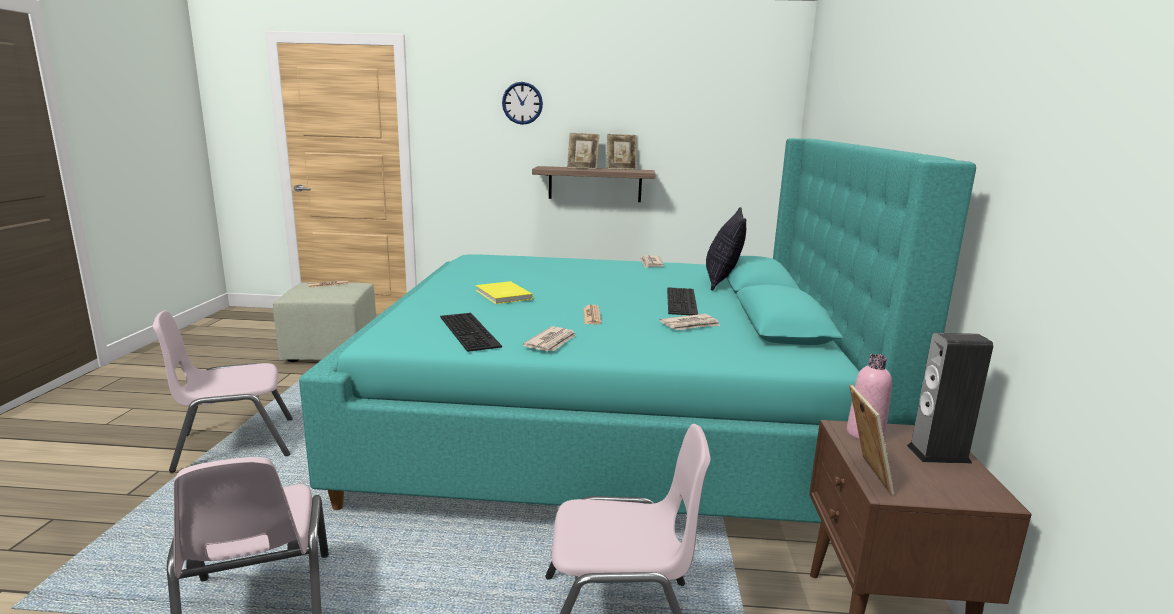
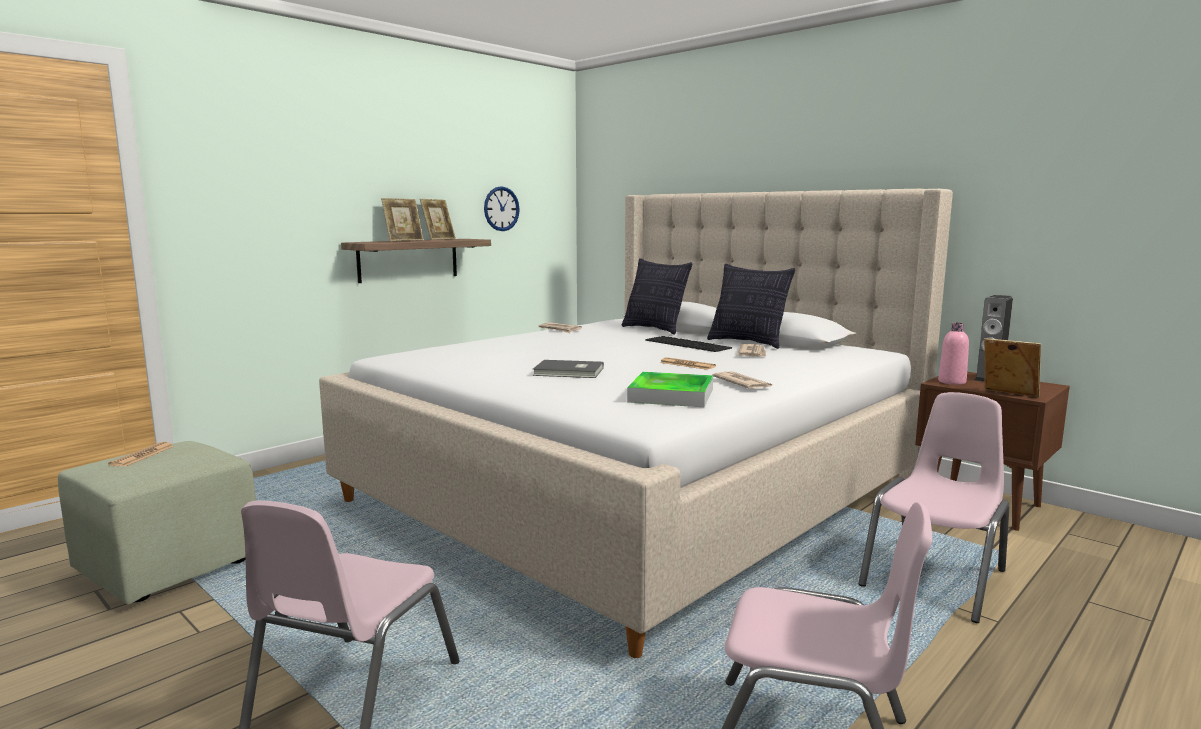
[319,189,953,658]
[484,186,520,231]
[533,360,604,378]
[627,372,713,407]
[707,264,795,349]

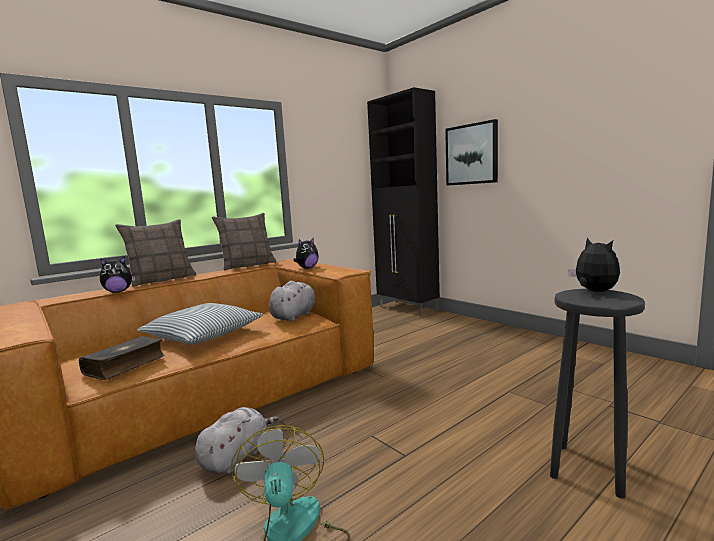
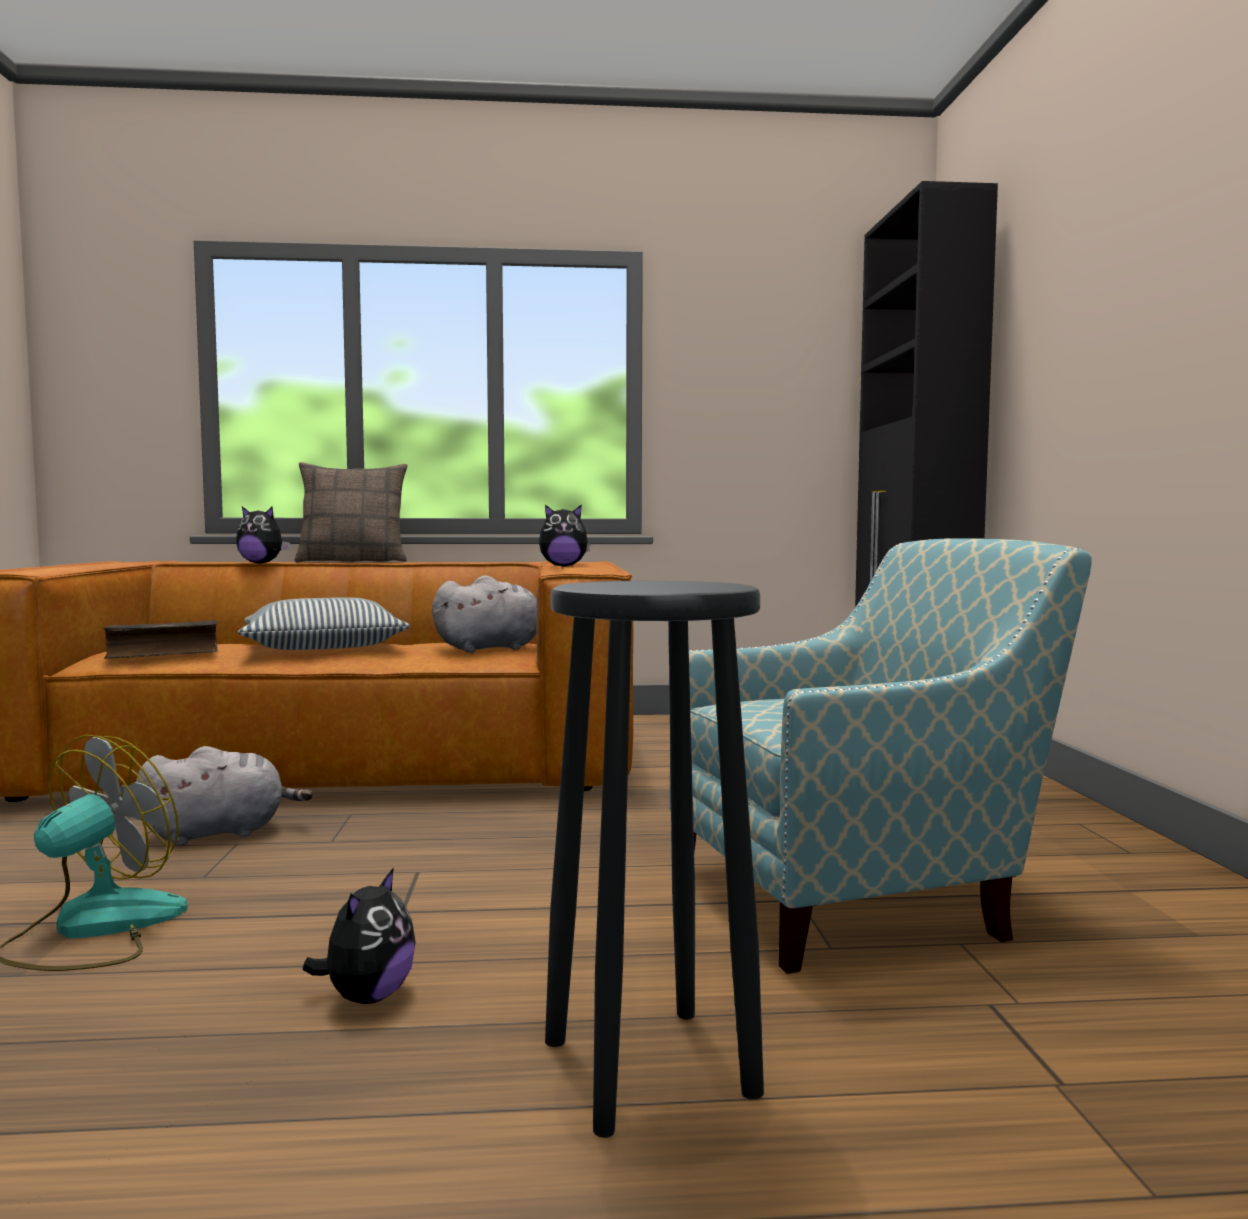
[302,867,416,1004]
[669,538,1092,974]
[212,213,276,271] (first image)
[445,119,498,186] (first image)

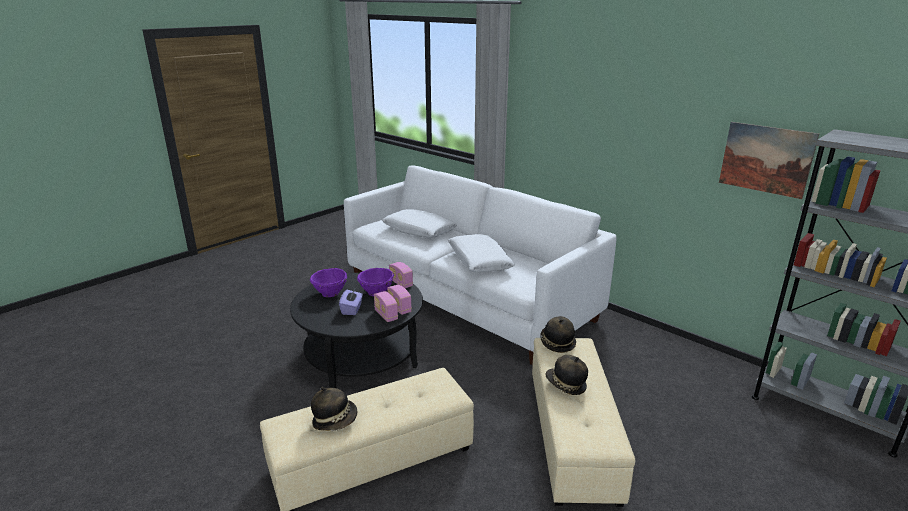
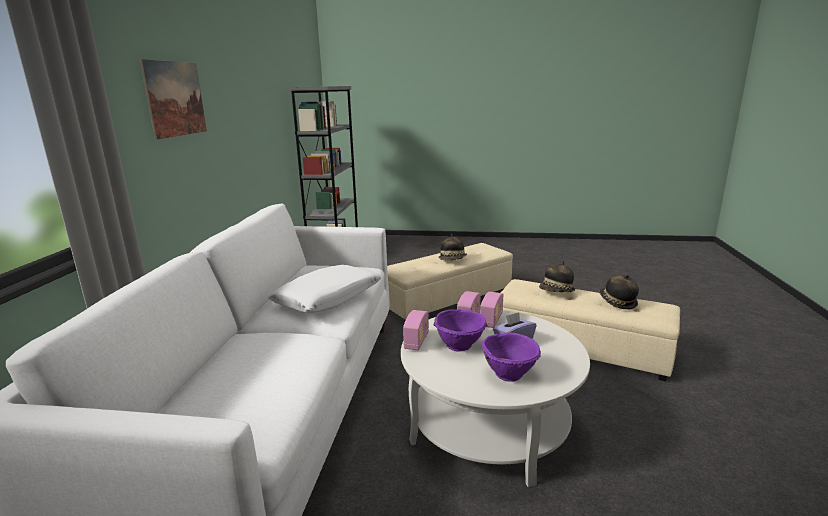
[140,59,207,140]
[401,310,590,487]
[539,261,575,292]
[382,209,457,238] (first image)

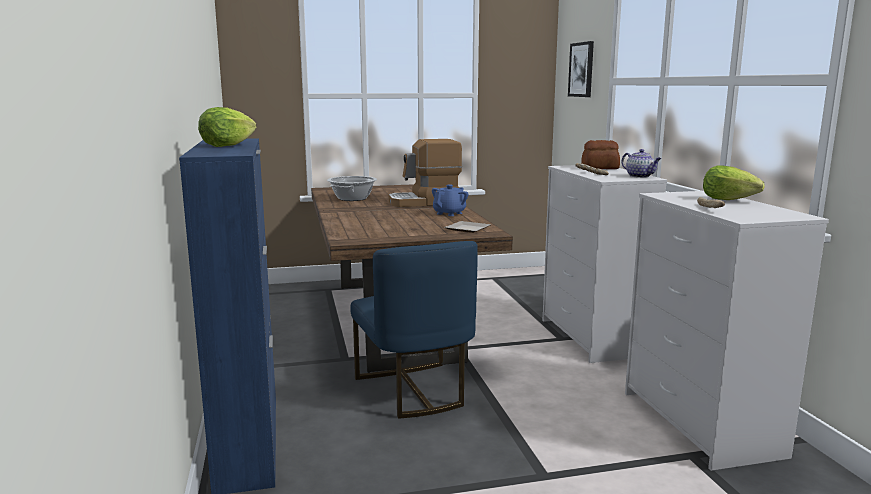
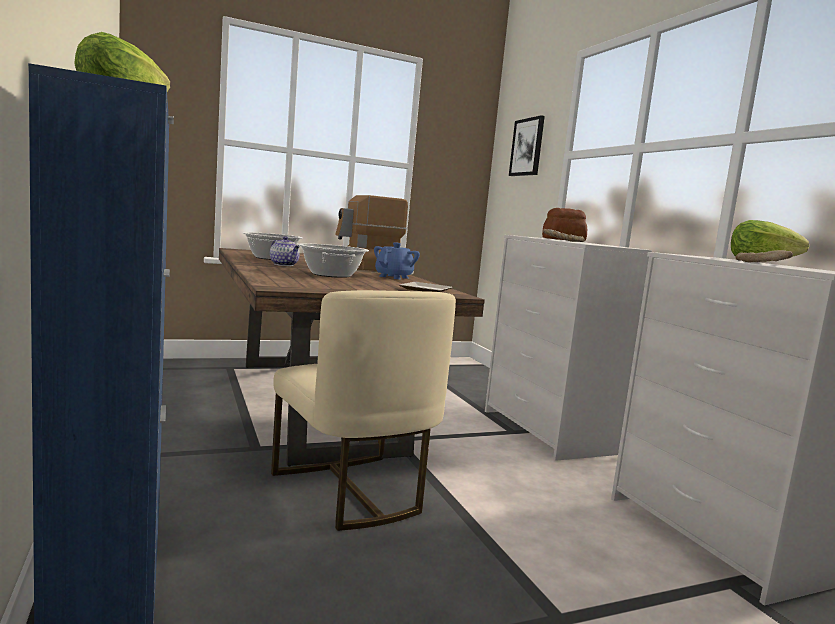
[270,236,300,266]
[271,290,456,531]
[298,243,369,278]

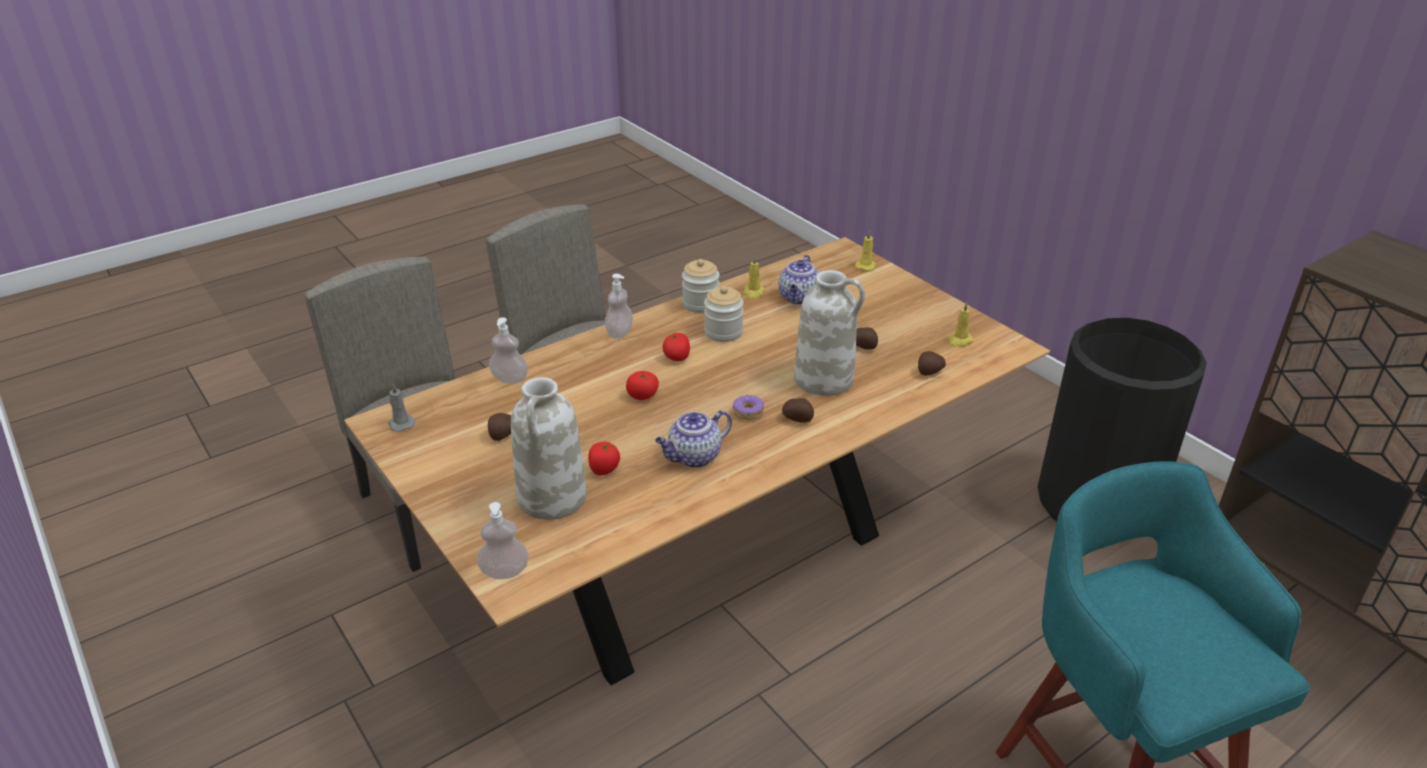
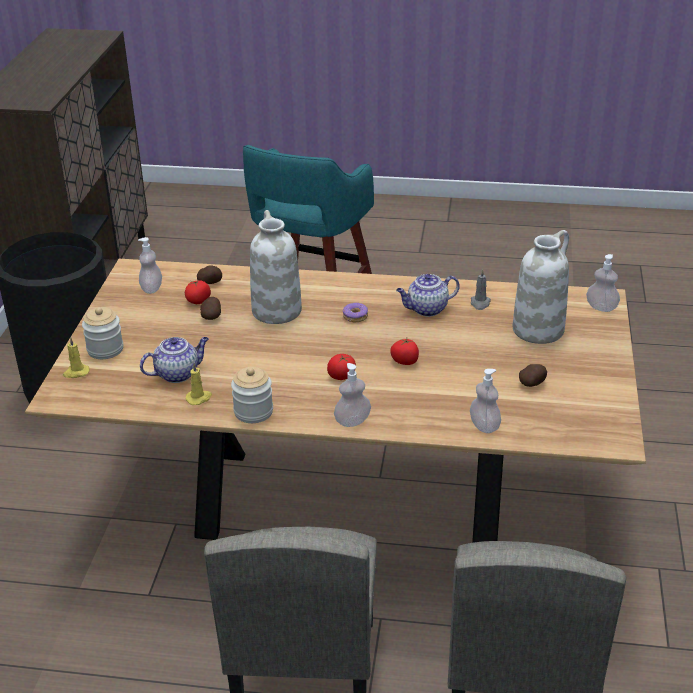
[82,307,123,359]
[138,237,162,294]
[185,280,211,304]
[396,274,460,317]
[471,269,491,310]
[782,398,814,423] (first image)

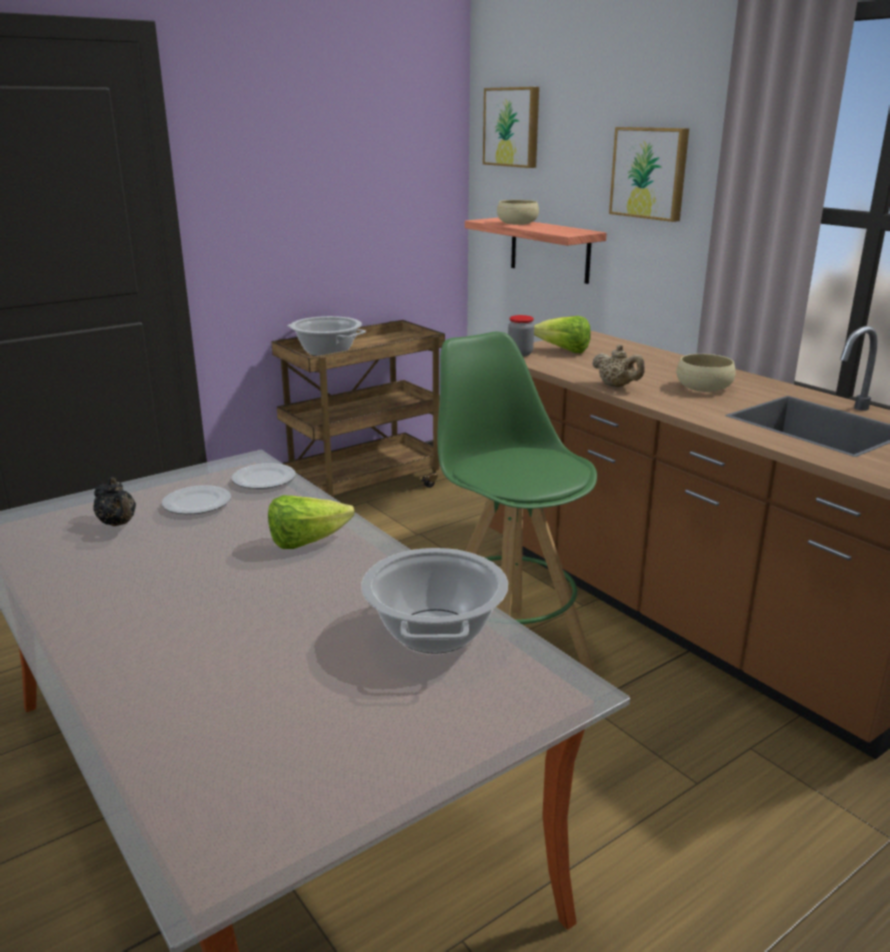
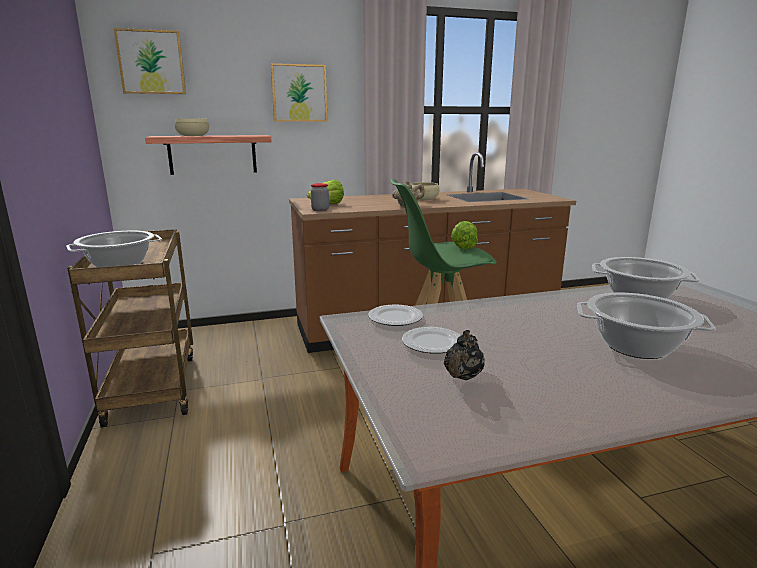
[444,330,485,380]
[451,221,478,249]
[577,293,716,359]

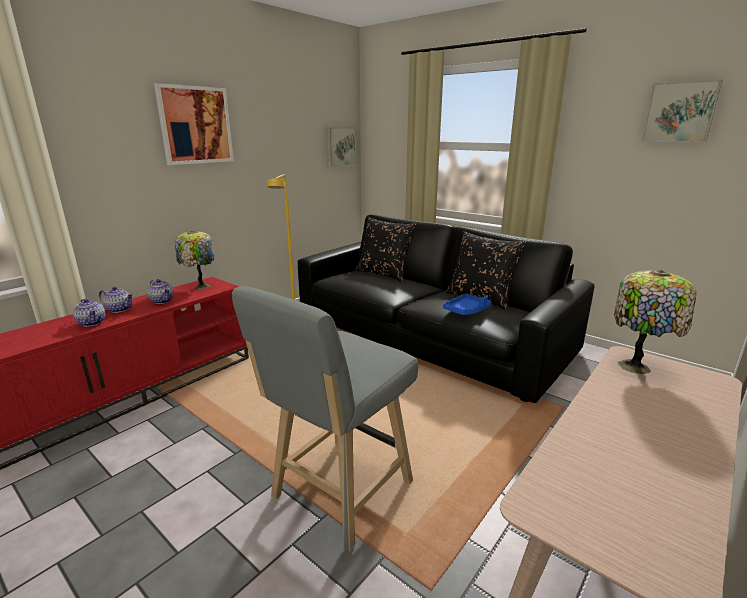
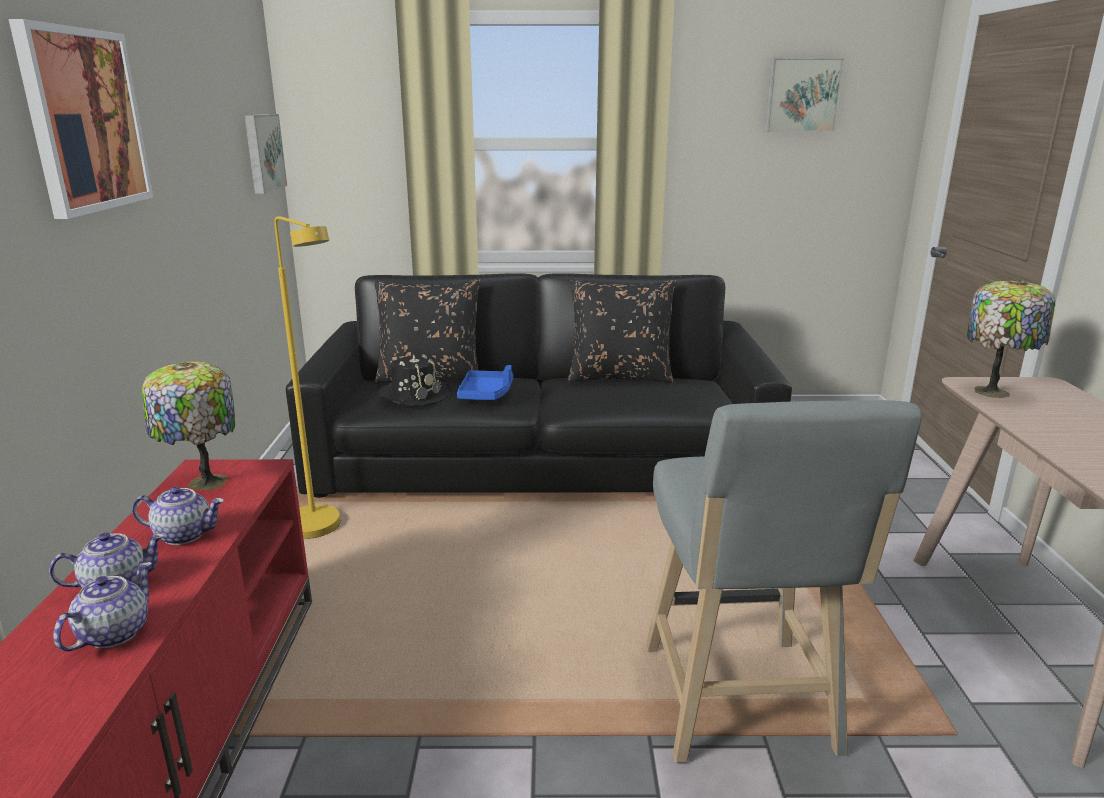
[53,562,152,651]
[378,354,451,407]
[457,365,513,400]

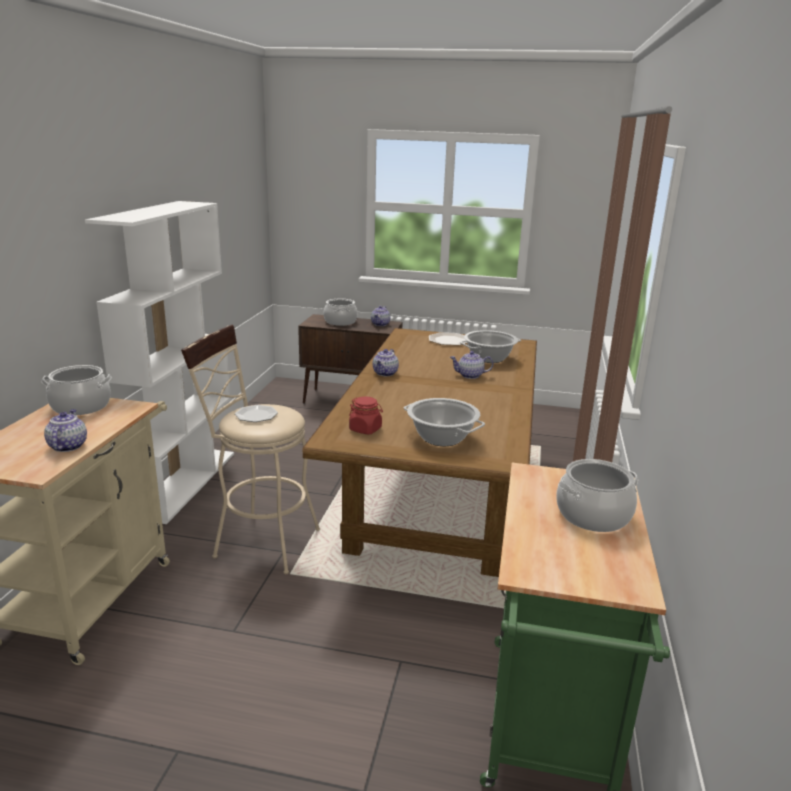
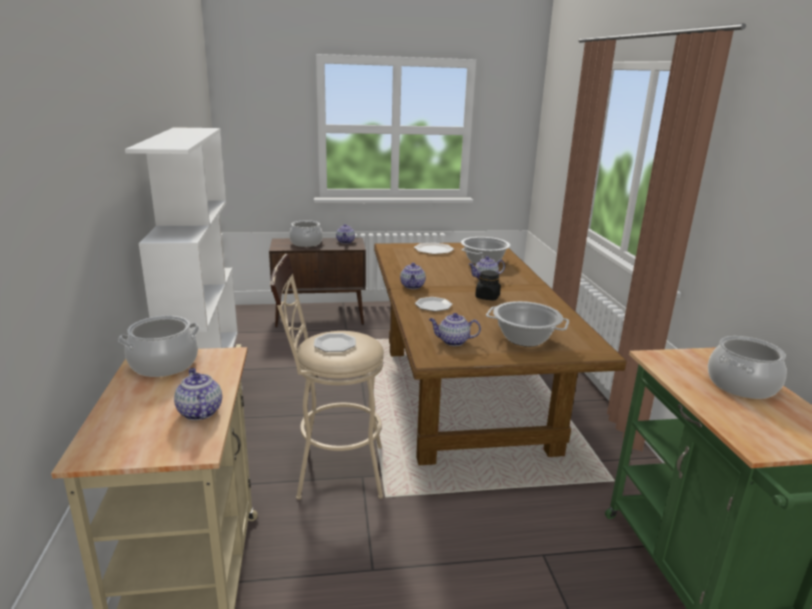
[415,297,452,311]
[429,313,481,346]
[475,270,501,300]

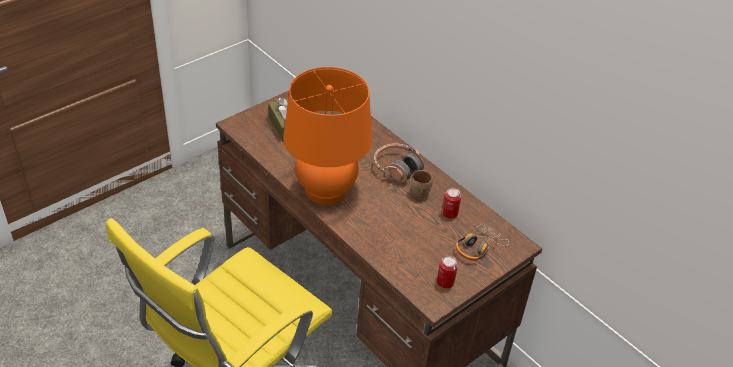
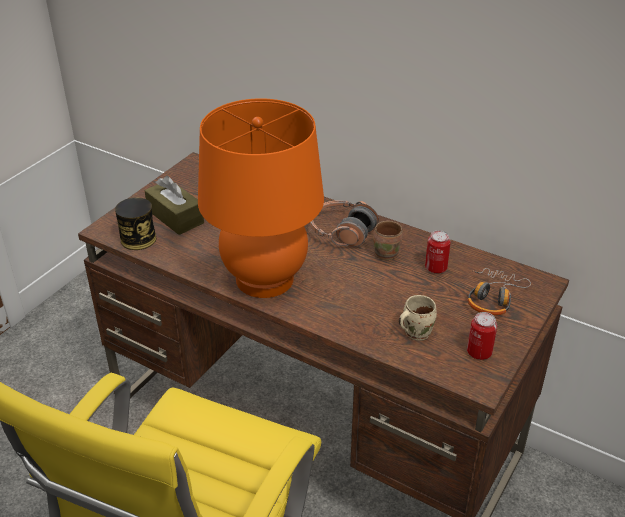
[115,197,156,250]
[399,295,437,341]

